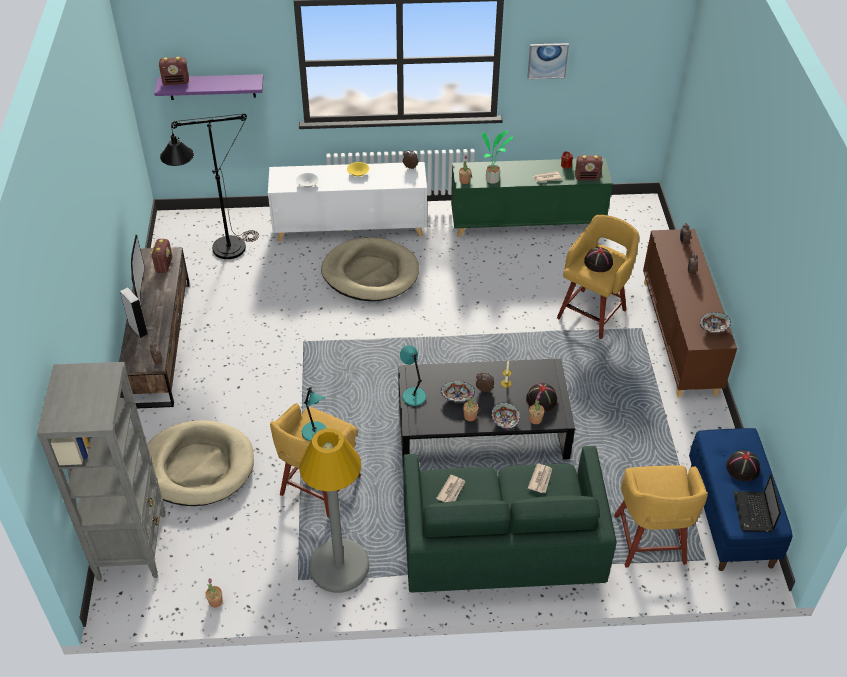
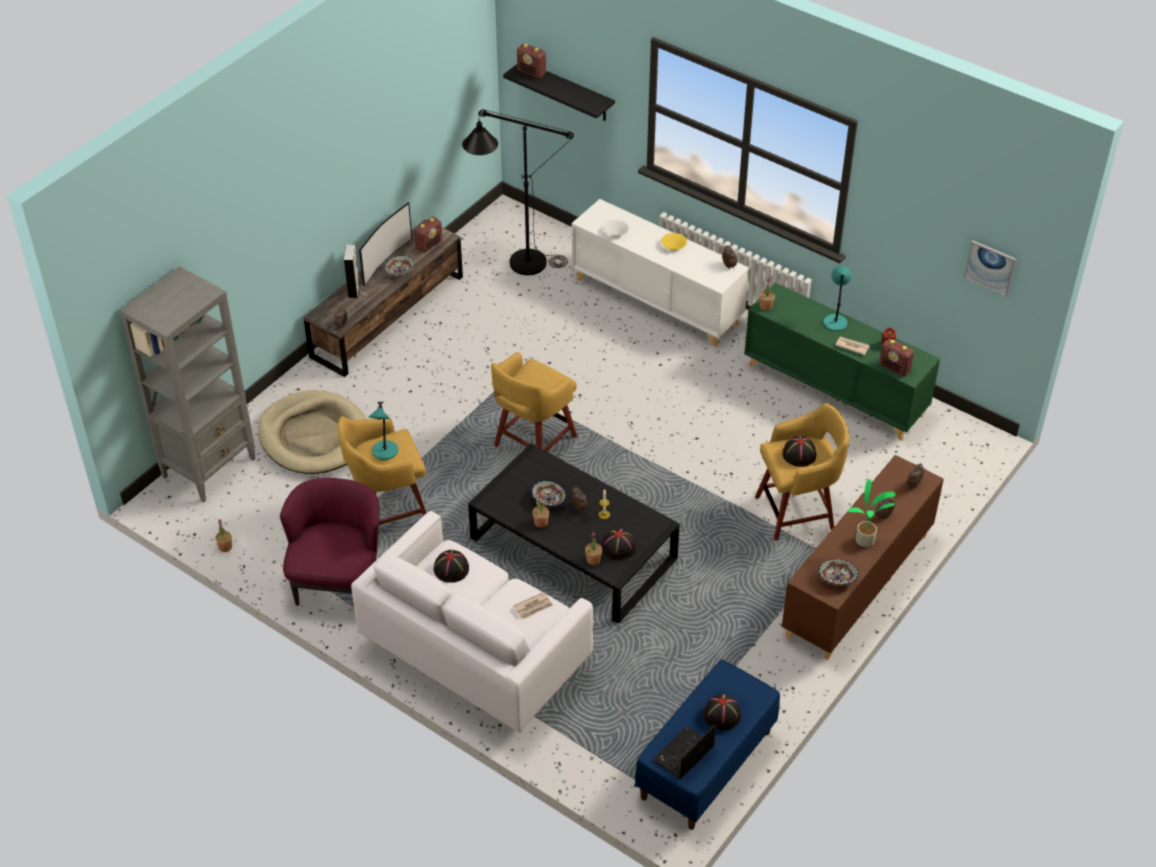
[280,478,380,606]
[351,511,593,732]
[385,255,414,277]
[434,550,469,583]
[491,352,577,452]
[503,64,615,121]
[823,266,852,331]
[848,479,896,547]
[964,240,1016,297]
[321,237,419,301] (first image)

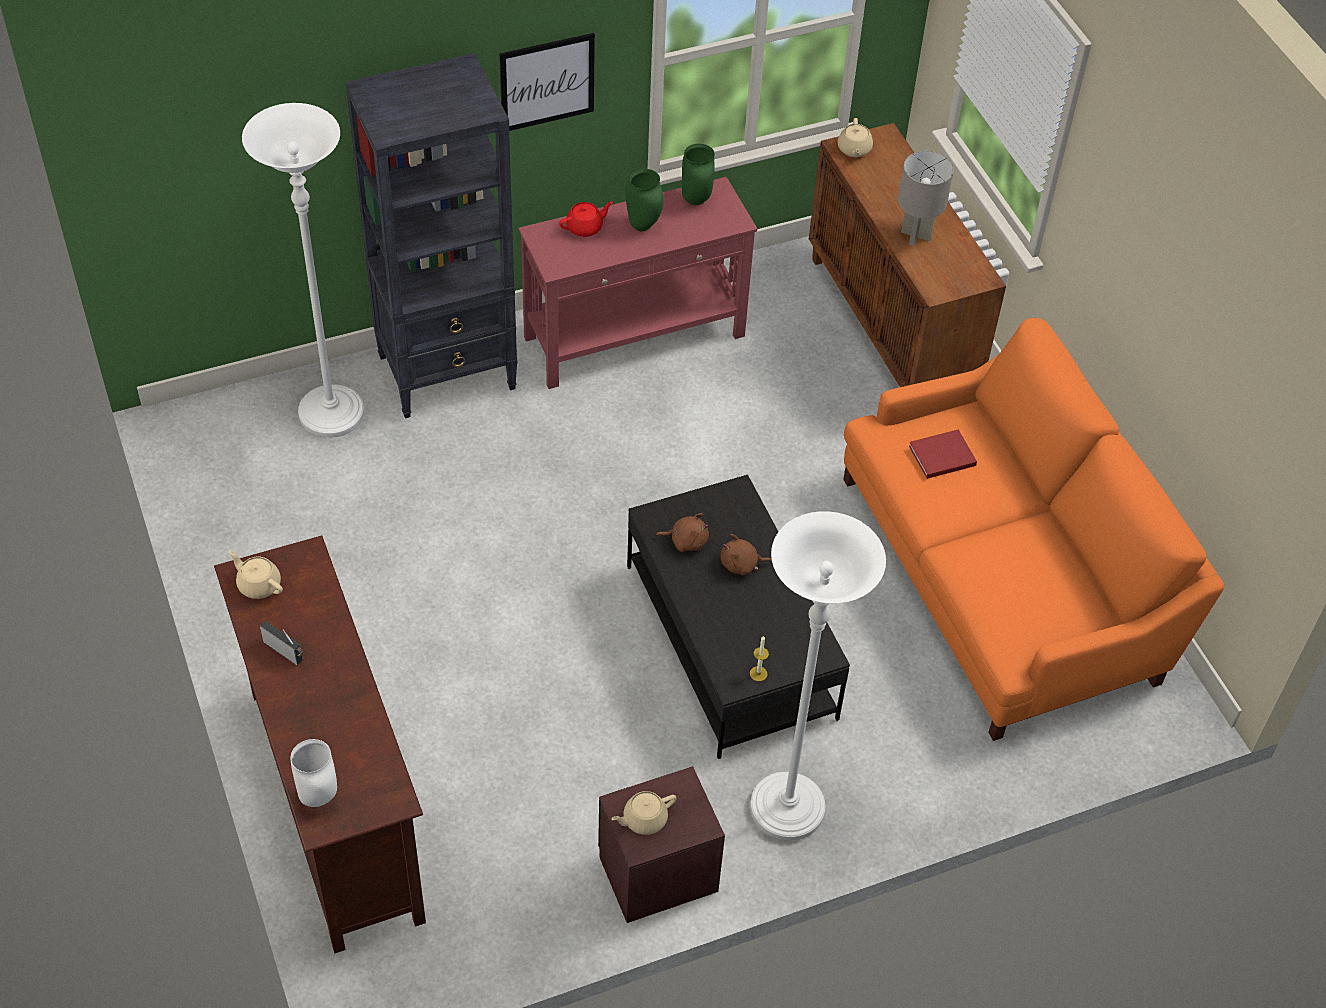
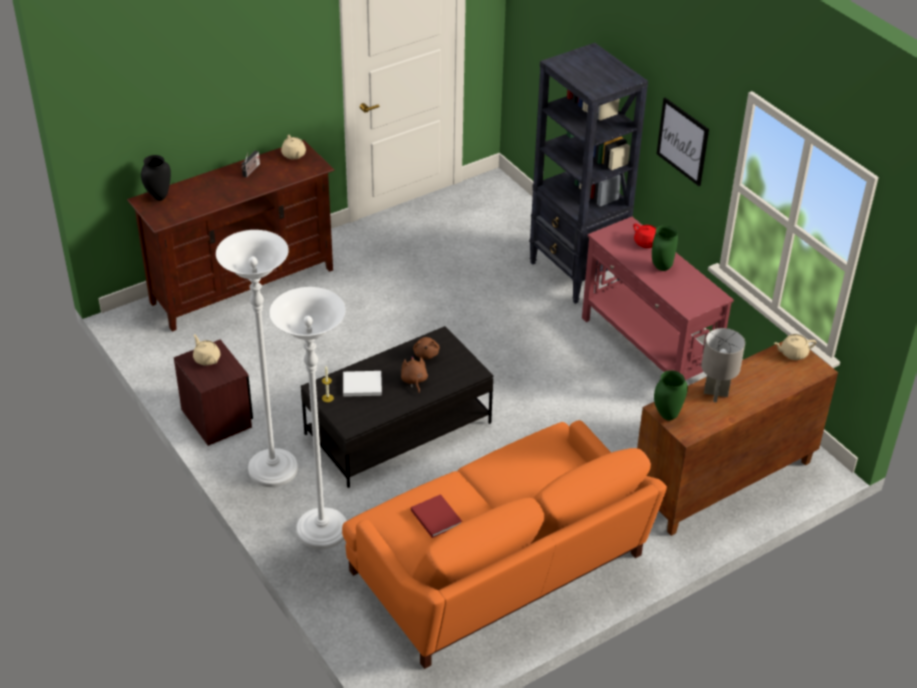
[141,155,171,201]
[269,287,347,549]
[281,135,306,159]
[343,371,382,397]
[411,494,462,538]
[654,370,688,421]

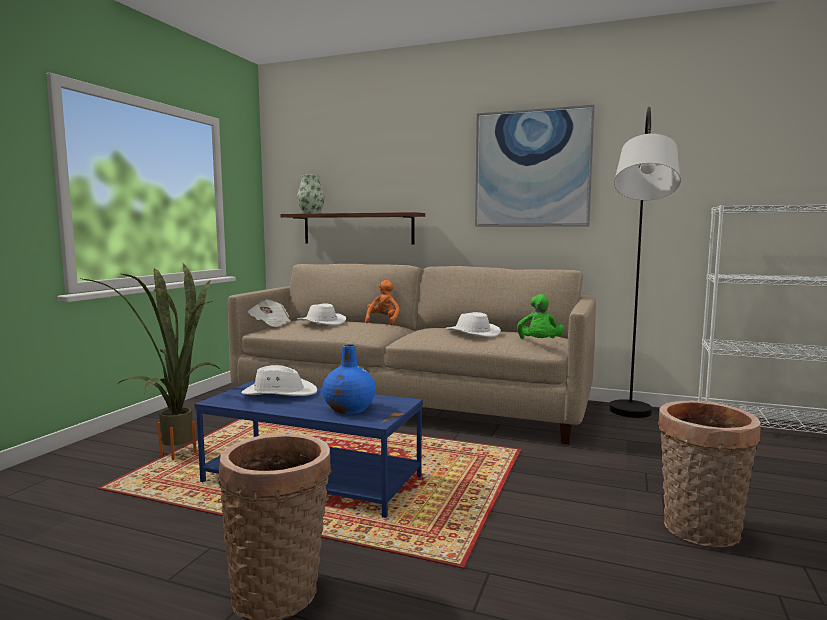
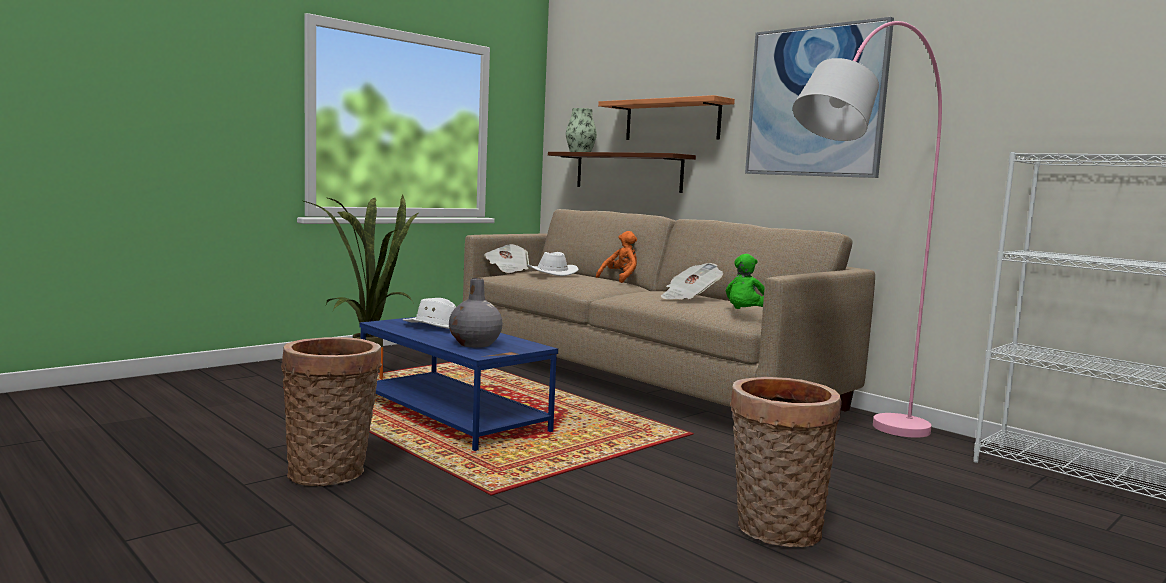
[449,278,503,348]
[598,95,735,140]
[661,263,723,299]
[793,21,942,438]

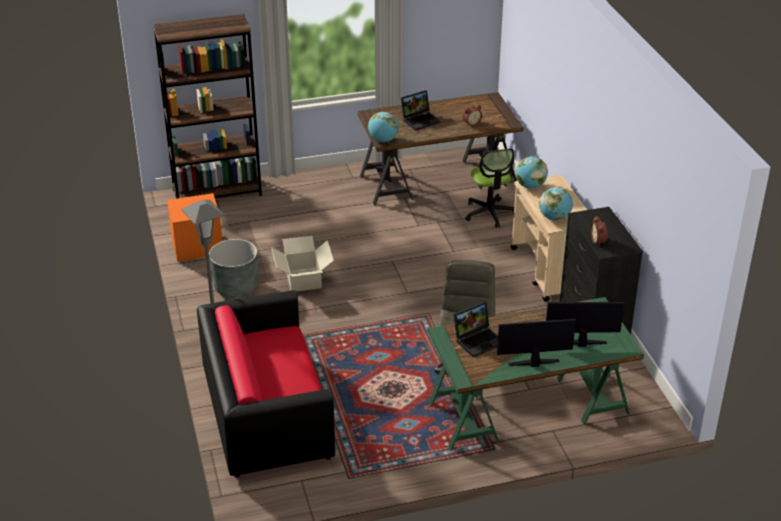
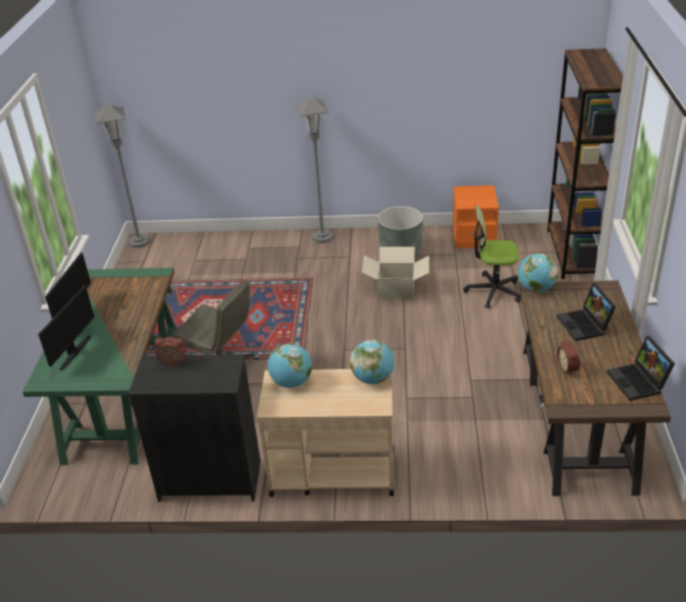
[96,105,149,248]
[463,205,521,309]
[607,336,675,401]
[197,290,335,478] (first image)

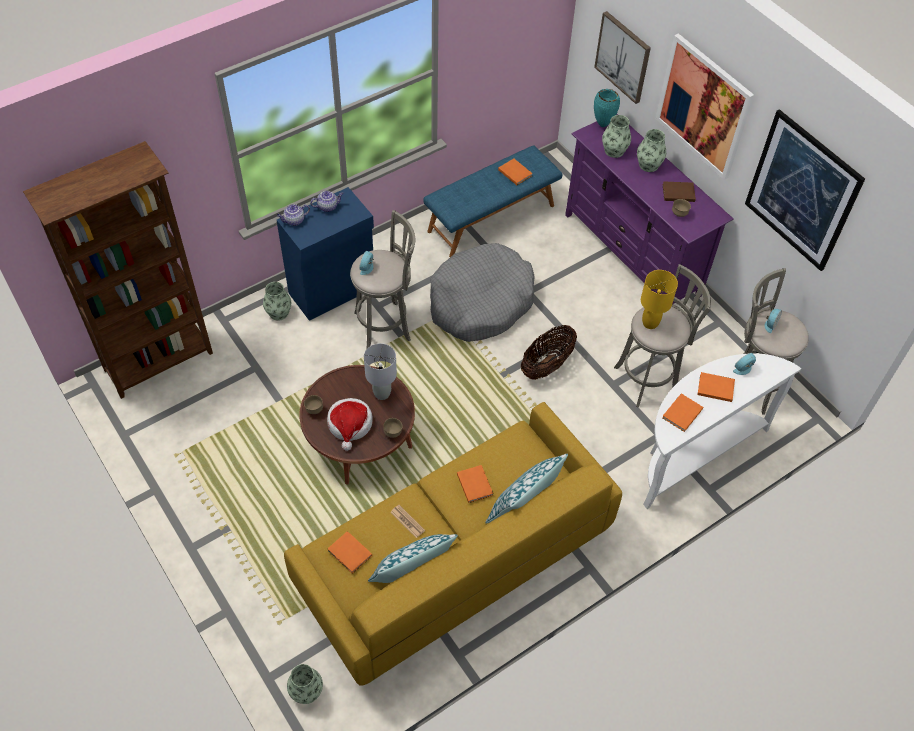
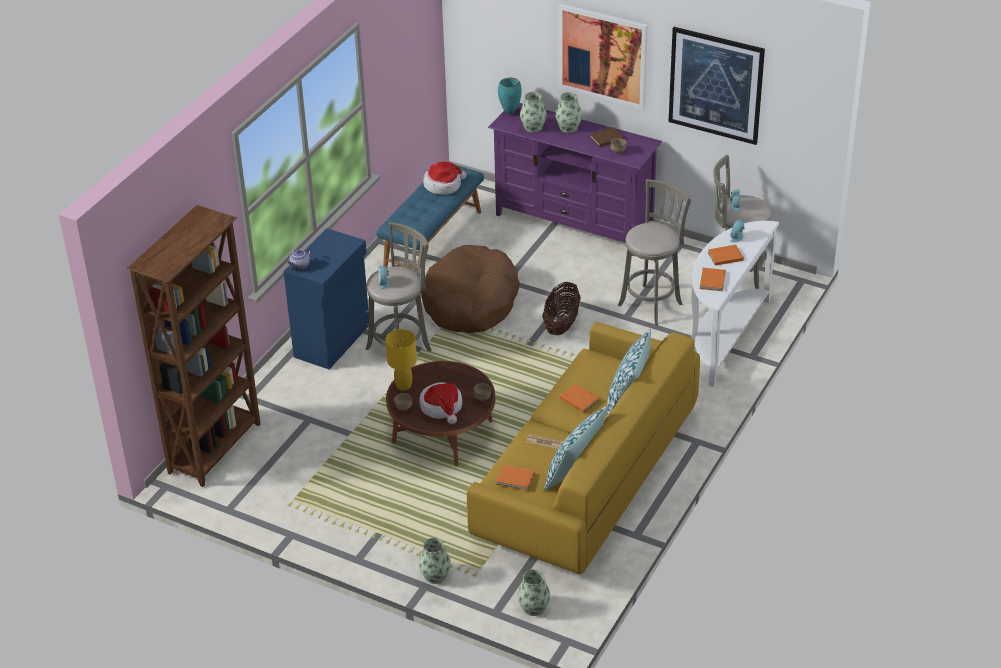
[386,329,417,391]
[419,538,451,584]
[421,245,520,333]
[423,162,466,195]
[310,191,344,212] (first image)
[364,343,397,400] (first image)
[594,11,651,104] (first image)

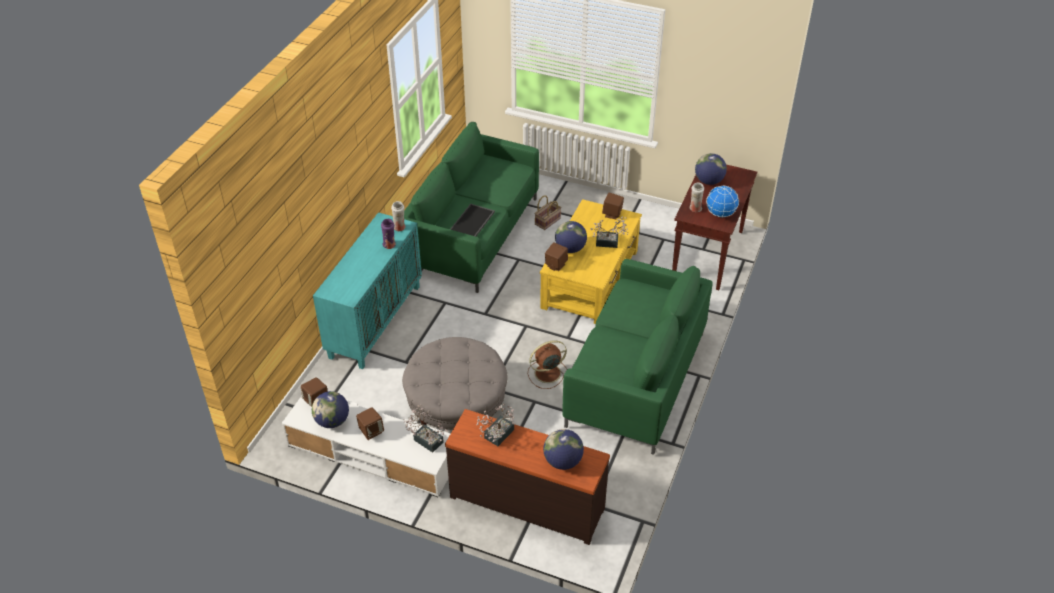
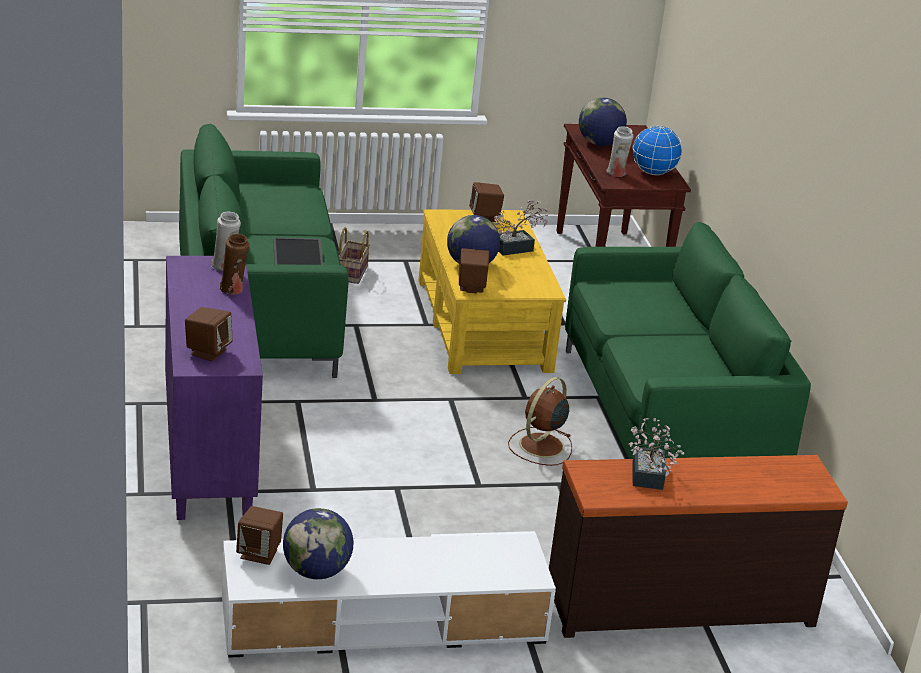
[165,256,263,520]
[185,307,233,362]
[219,234,250,294]
[402,337,508,430] (first image)
[404,405,447,453] (first image)
[543,429,584,470] (first image)

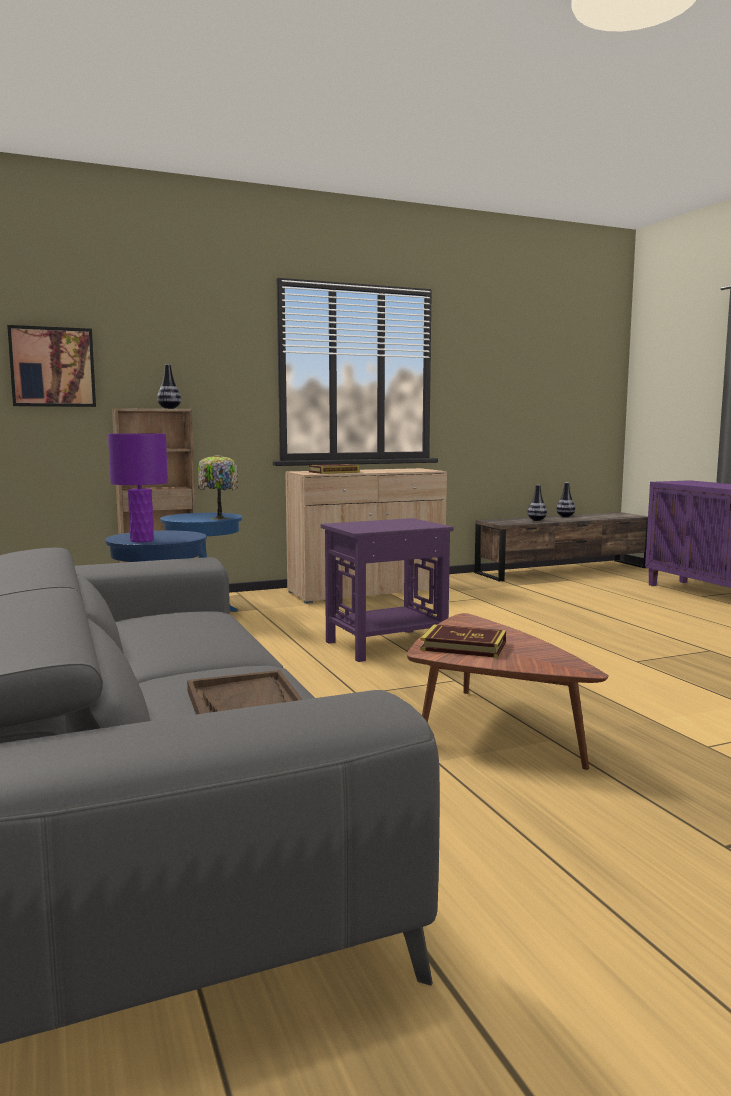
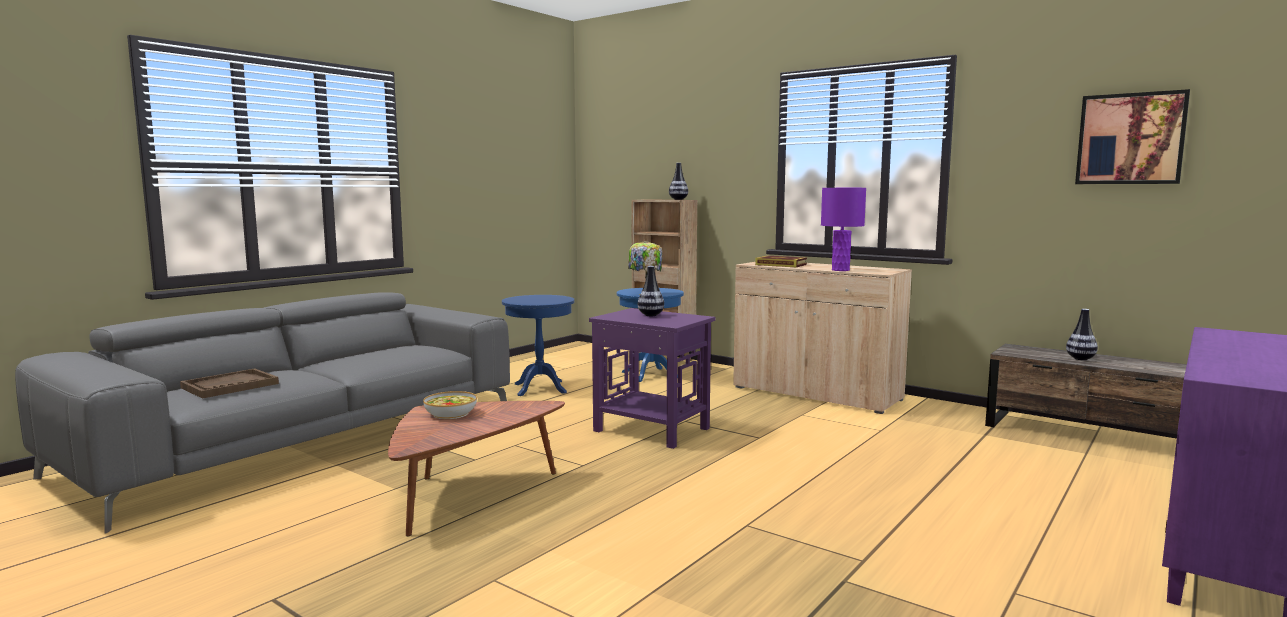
[423,391,477,419]
[638,266,664,316]
[821,188,866,271]
[1075,89,1190,184]

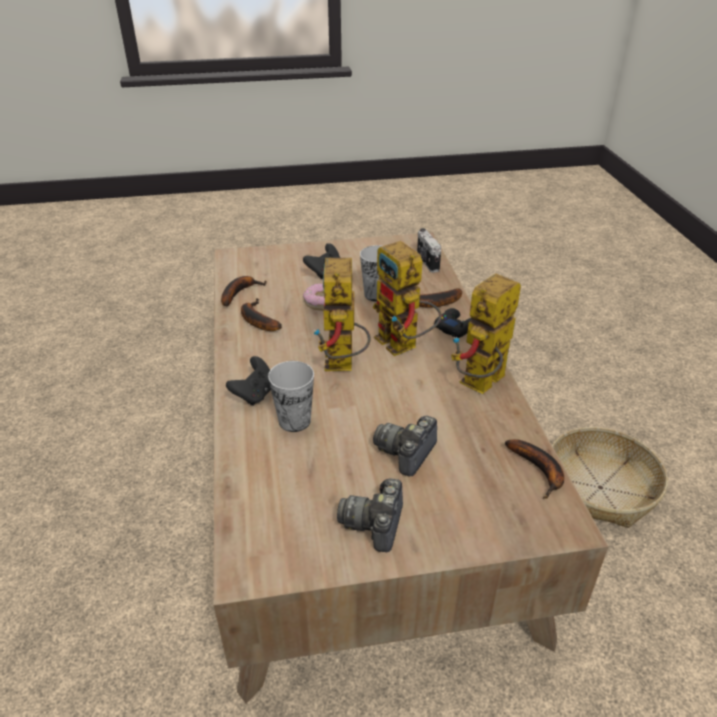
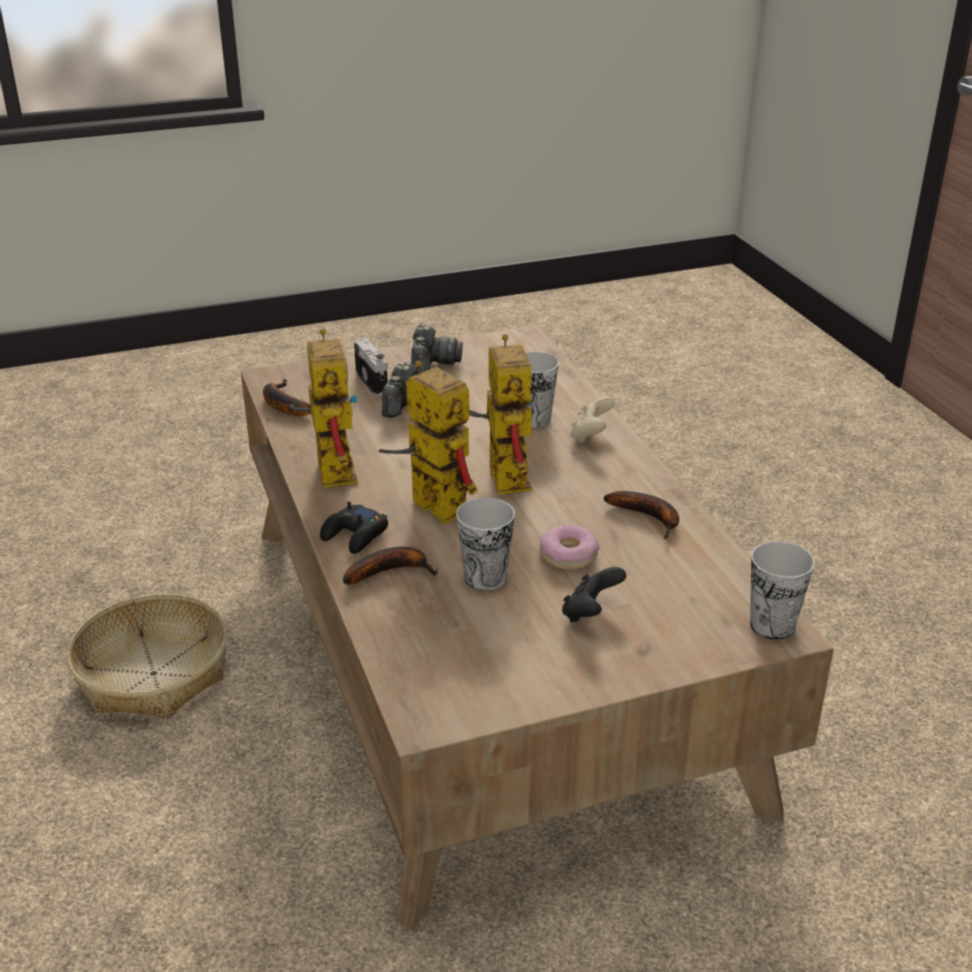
[289,329,358,488]
[354,338,388,397]
[570,396,615,443]
[750,541,815,639]
[221,276,267,307] (first image)

